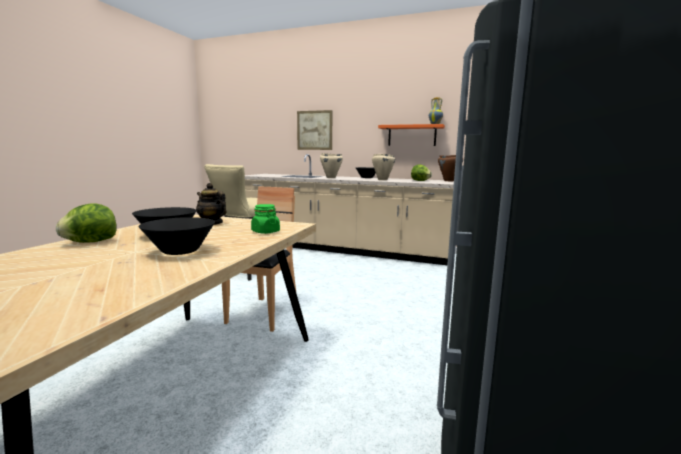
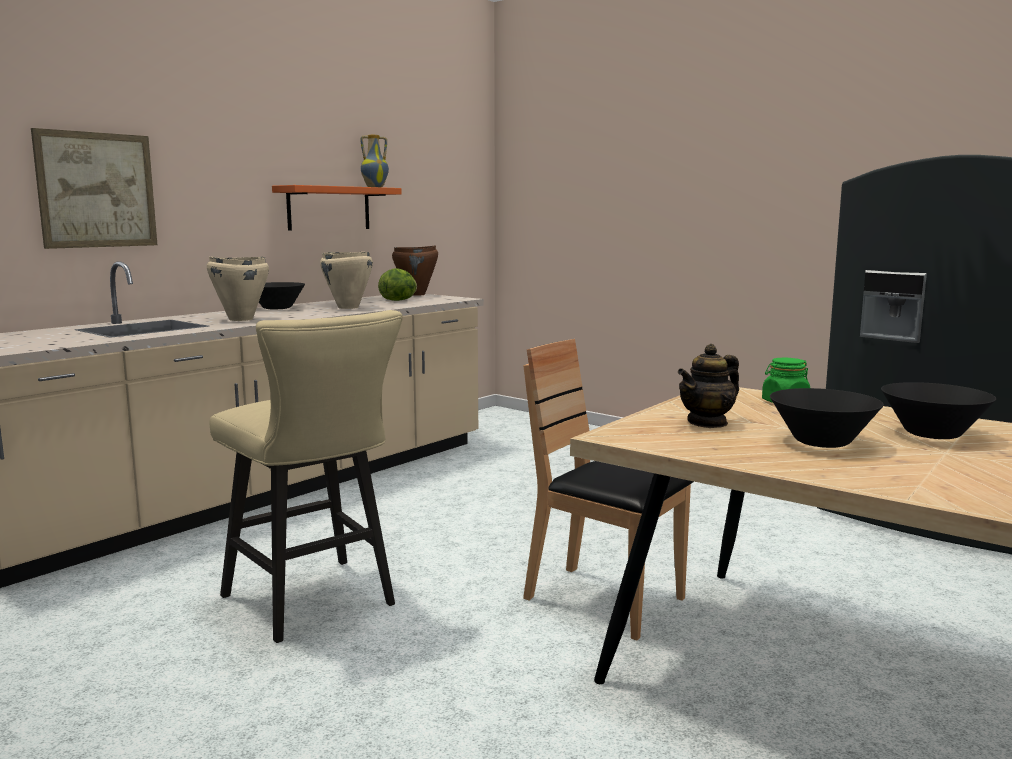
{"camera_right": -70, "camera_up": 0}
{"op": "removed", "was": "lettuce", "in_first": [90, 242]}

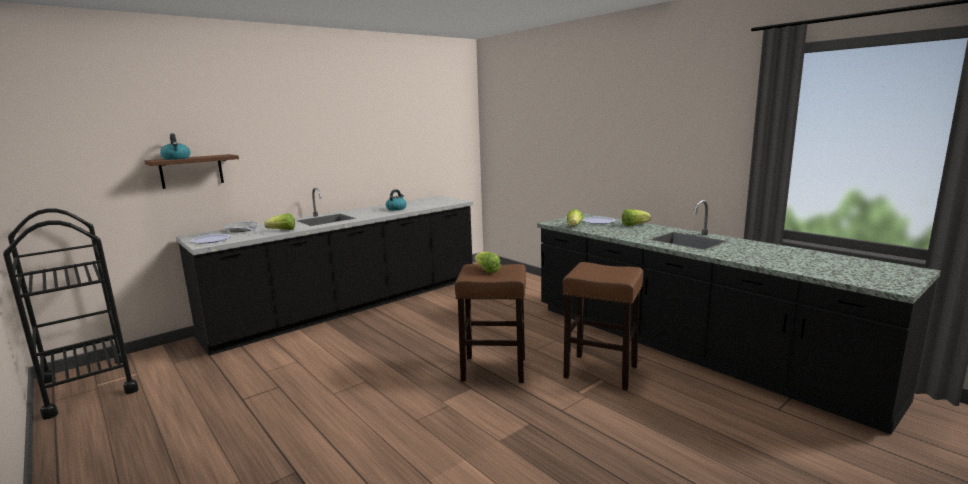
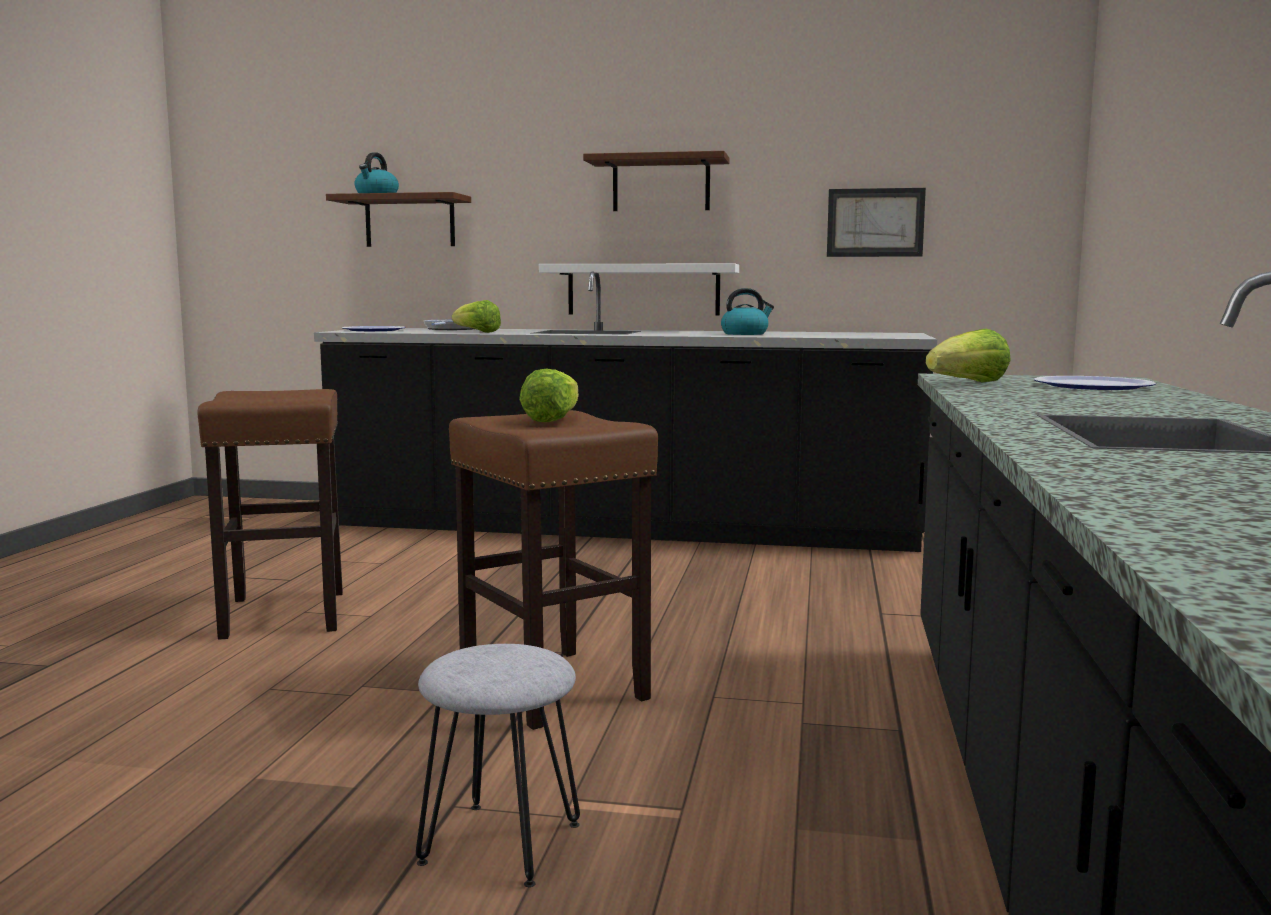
{"camera_right": 50, "camera_up": -5}
{"op": "moved", "was": "stool in brown", "in_first": [601, 372], "in_second": [284, 615]}
{"op": "added", "now": "stool in grey", "in_second": [502, 843]}
{"op": "added", "now": "shelf in white", "in_second": [643, 289]}
{"op": "added", "now": "shelf in brown", "in_second": [661, 184]}
{"op": "added", "now": "picture", "in_second": [875, 222]}
{"op": "removed", "was": "cart in black", "in_first": [89, 386]}
{"op": "removed", "was": "lettuce", "in_first": [634, 225]}

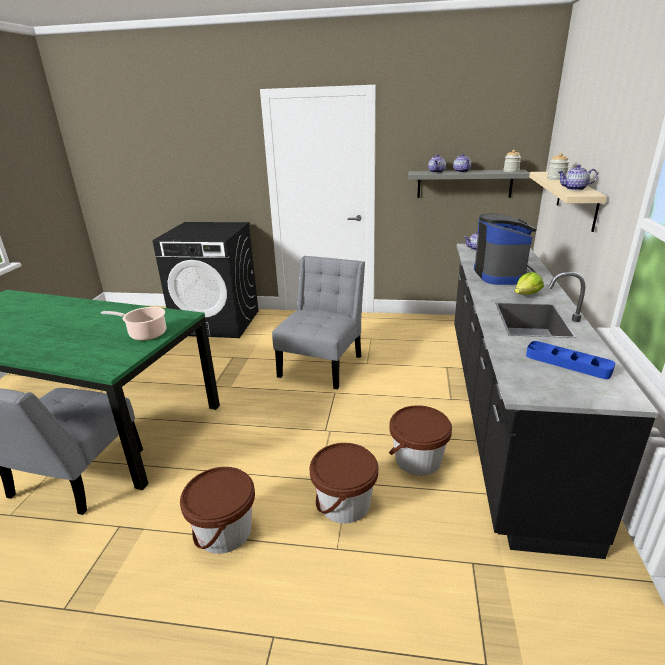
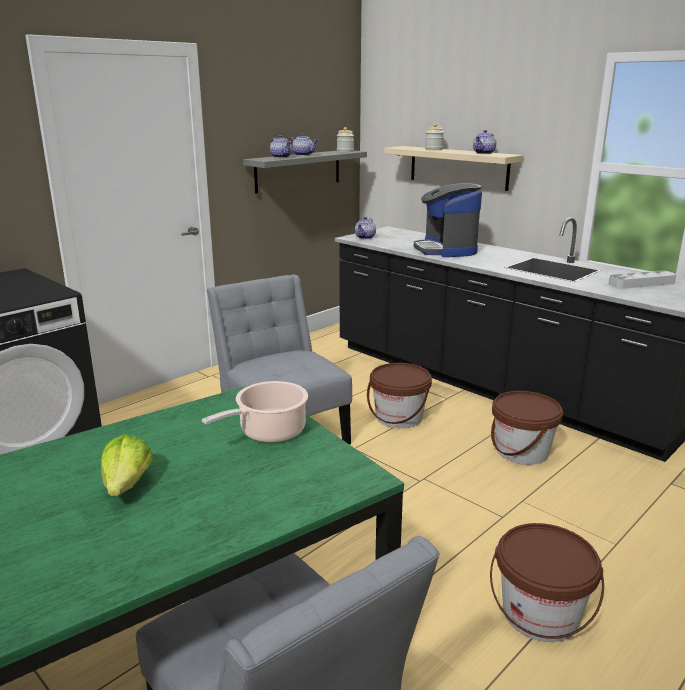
{"camera_right": -55, "camera_up": -5}
{"op": "moved", "was": "lettuce", "in_first": [527, 295], "in_second": [127, 485]}
{"op": "moved", "was": "bucket in brown", "in_first": [344, 503], "in_second": [399, 417]}
{"op": "turned", "was": "coffee machine", "in_first": [502, 275], "in_second": [446, 250], "clockwise": -135}
{"op": "recoloured", "was": "tray in blue", "now": "tray in grey", "in_first": [567, 363], "in_second": [641, 283]}

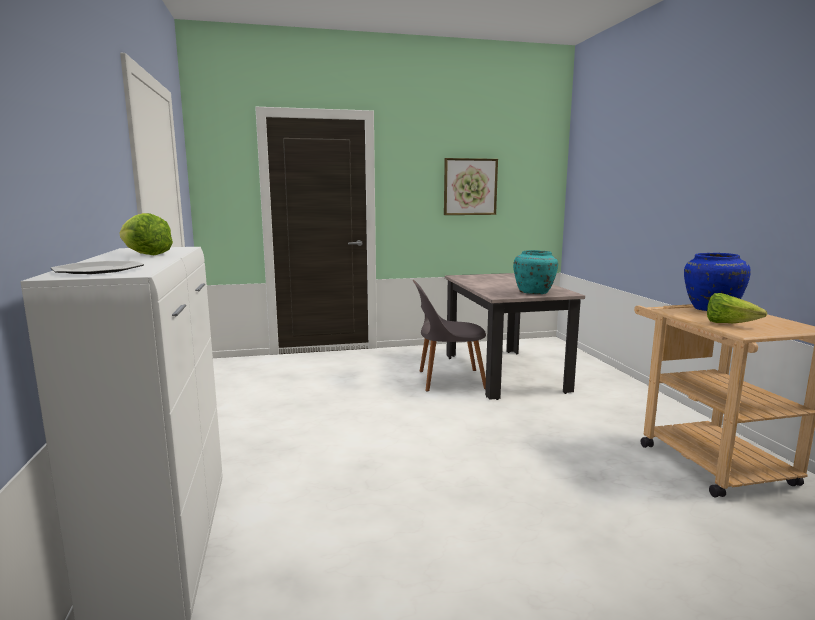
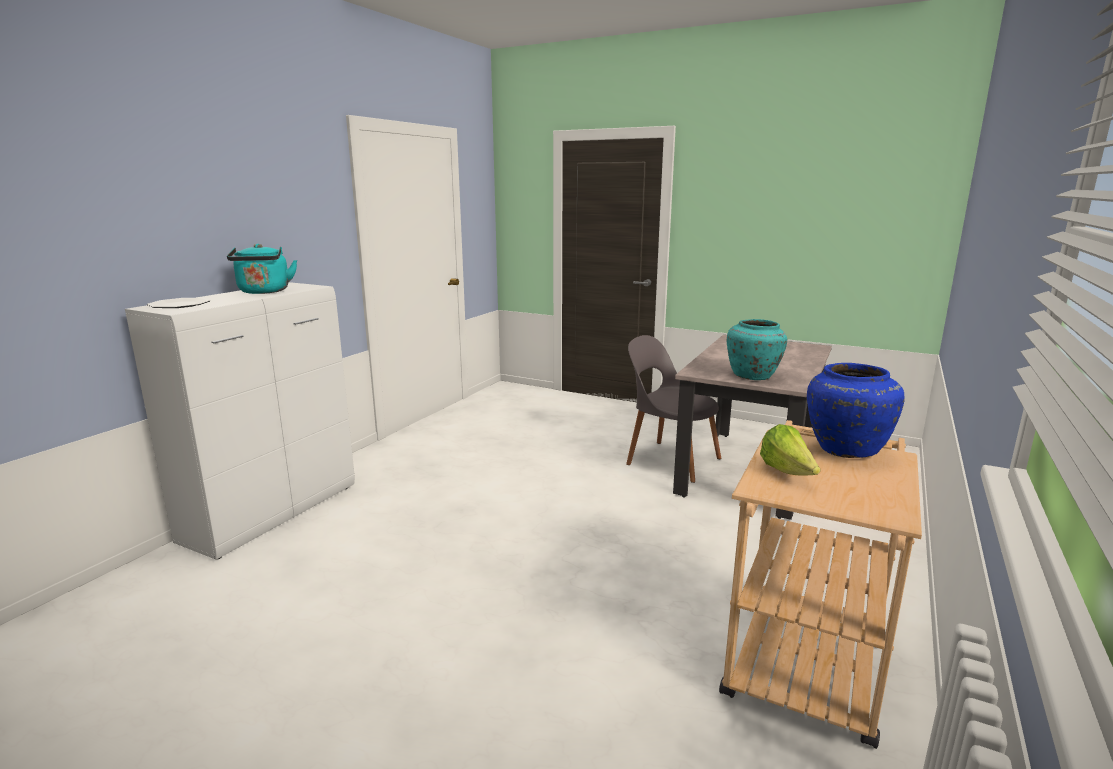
{"camera_right": 40, "camera_up": 5}
{"op": "replaced", "was": "lettuce", "now": "kettle in turquoise", "in_first": [145, 254], "in_second": [264, 292]}
{"op": "removed", "was": "picture", "in_first": [470, 187]}

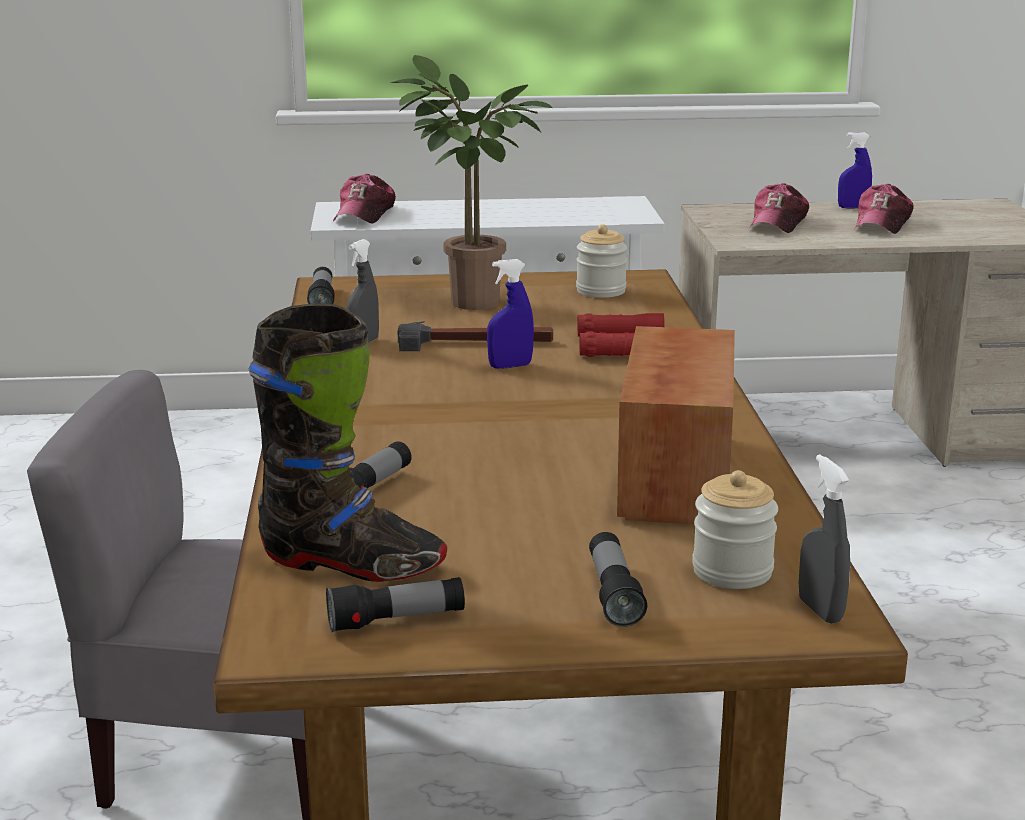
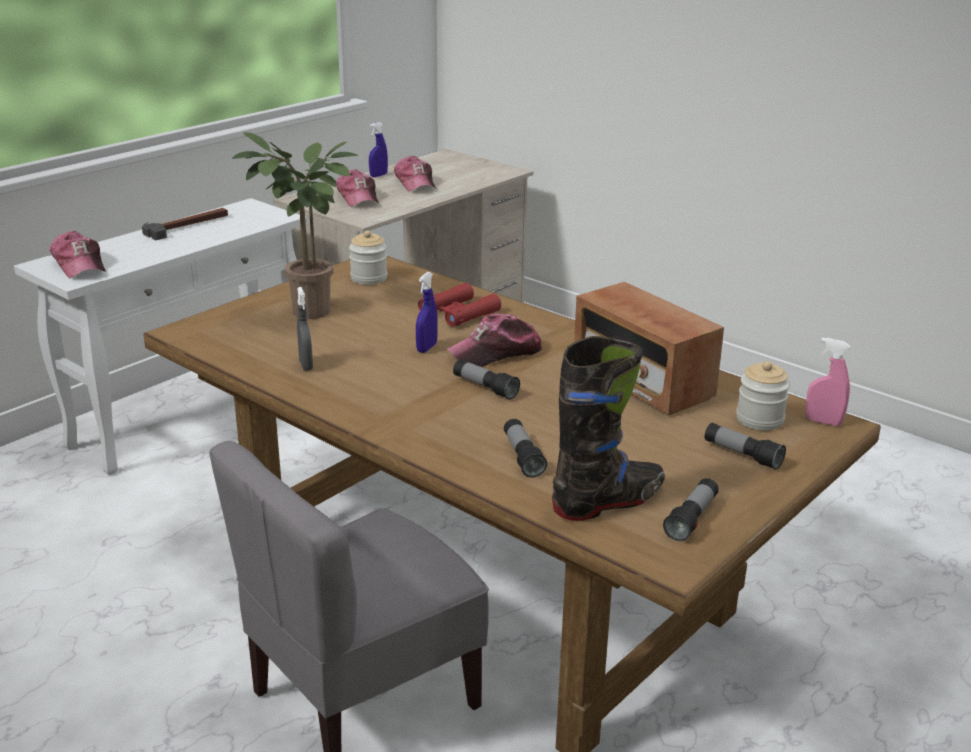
{"camera_right": -45, "camera_up": 5}
{"op": "moved", "was": "hammer", "in_first": [475, 341], "in_second": [186, 225]}
{"op": "added", "now": "cap", "in_second": [496, 353]}
{"op": "moved", "was": "flashlight", "in_first": [322, 299], "in_second": [485, 388]}
{"op": "recoloured", "was": "spray bottle in grey", "now": "spray bottle in pink", "in_first": [820, 610], "in_second": [823, 421]}

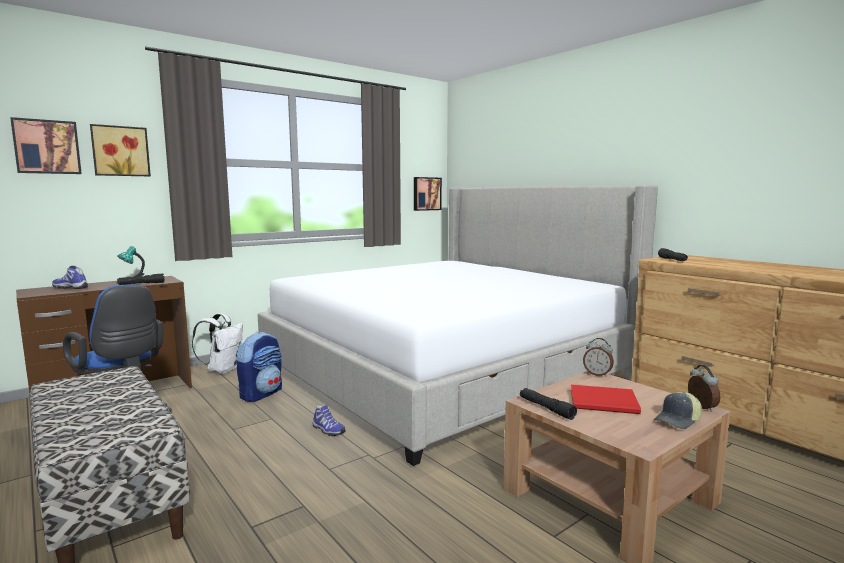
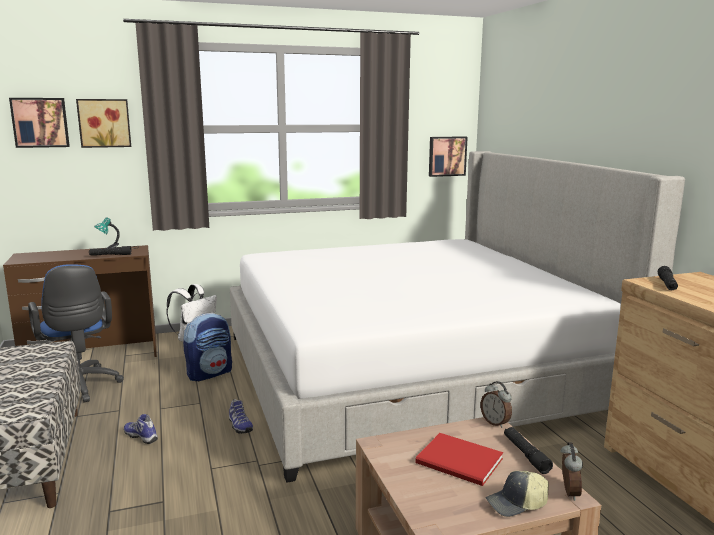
{"camera_right": 20, "camera_up": 5}
{"op": "moved", "was": "shoe", "in_first": [71, 287], "in_second": [142, 436]}
{"op": "moved", "was": "flashlight in black", "in_first": [546, 408], "in_second": [526, 455]}

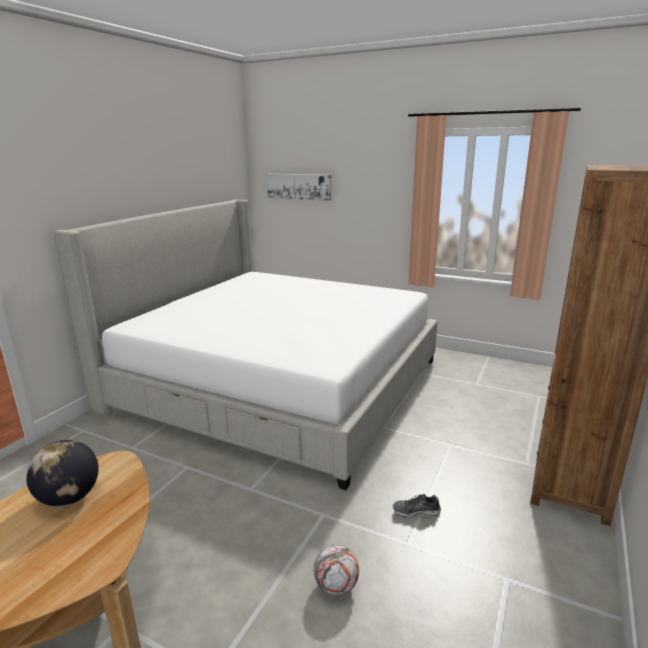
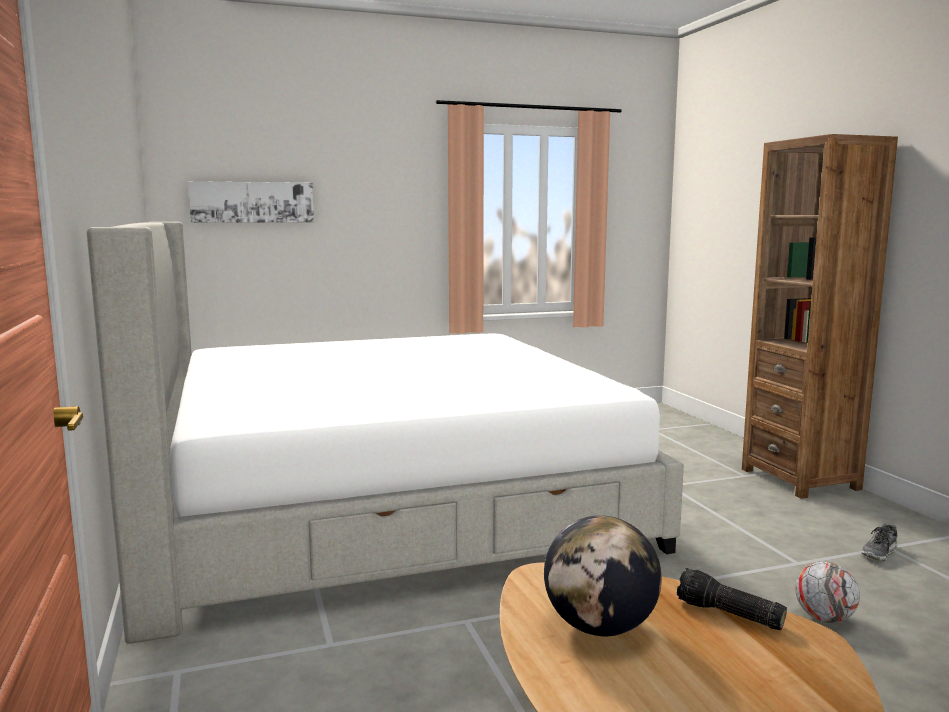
{"camera_right": -45, "camera_up": -10}
{"op": "added", "now": "flashlight", "in_second": [728, 614]}
{"op": "moved", "was": "shoe", "in_first": [416, 512], "in_second": [879, 553]}

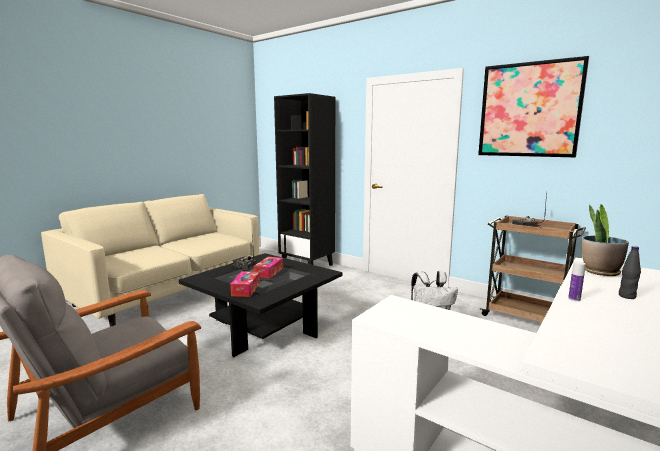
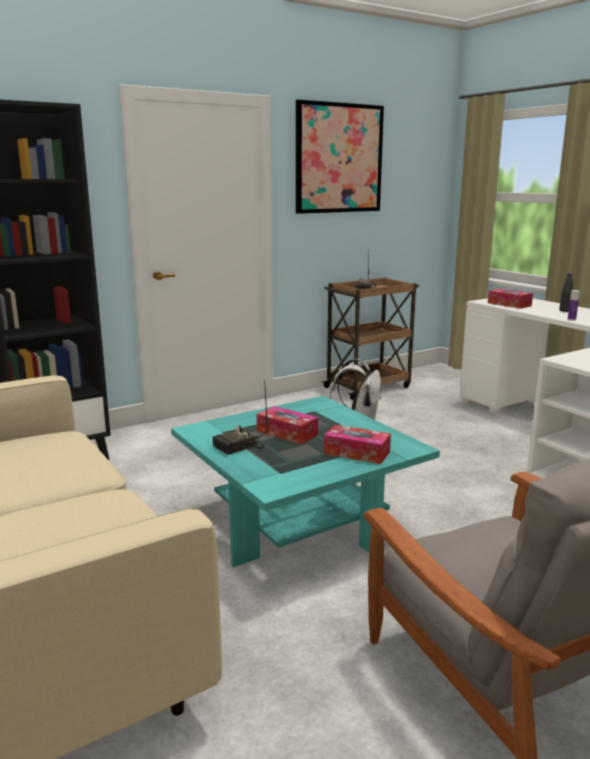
{"camera_right": -70, "camera_up": 5}
{"op": "recoloured", "was": "coffee table in black", "now": "coffee table in turquoise", "in_first": [264, 328], "in_second": [299, 524]}
{"op": "replaced", "was": "potted plant", "now": "tissue box", "in_first": [600, 272], "in_second": [509, 304]}

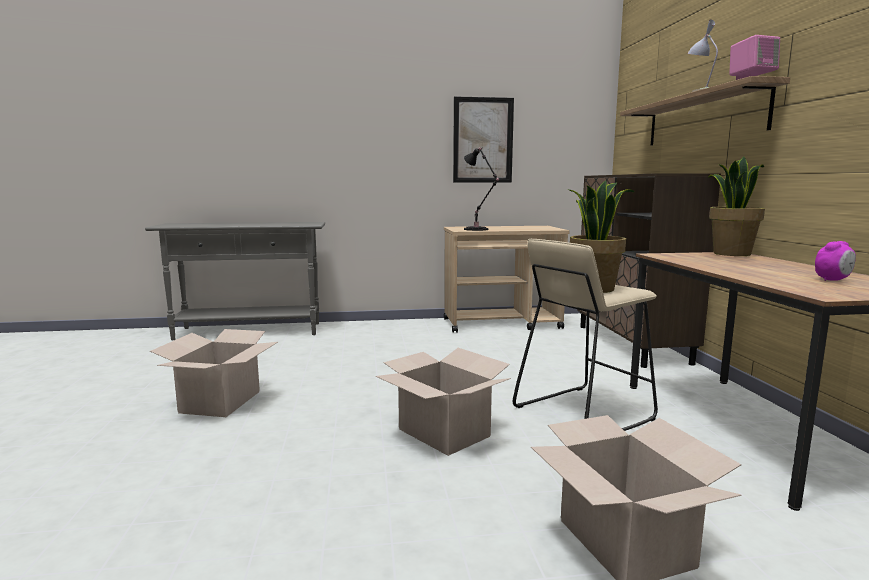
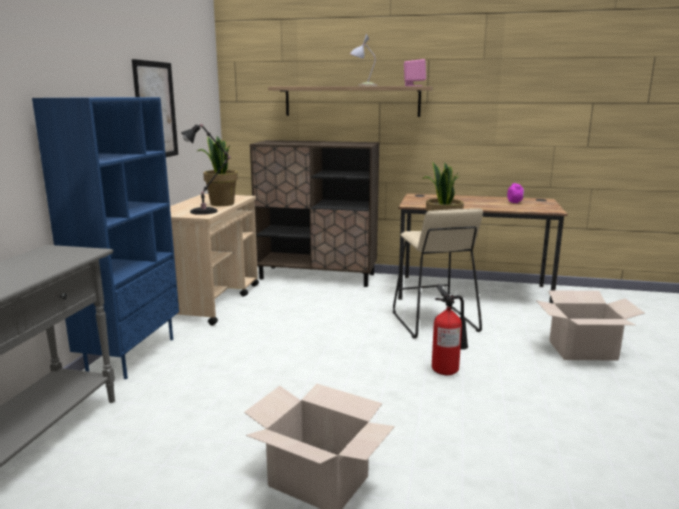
{"camera_right": -70, "camera_up": 5}
{"op": "added", "now": "bookcase in blue", "in_second": [131, 355]}
{"op": "moved", "was": "potted plant", "in_first": [731, 254], "in_second": [221, 204]}
{"op": "replaced", "was": "cardboard box", "now": "fire extinguisher", "in_first": [444, 432], "in_second": [447, 370]}

